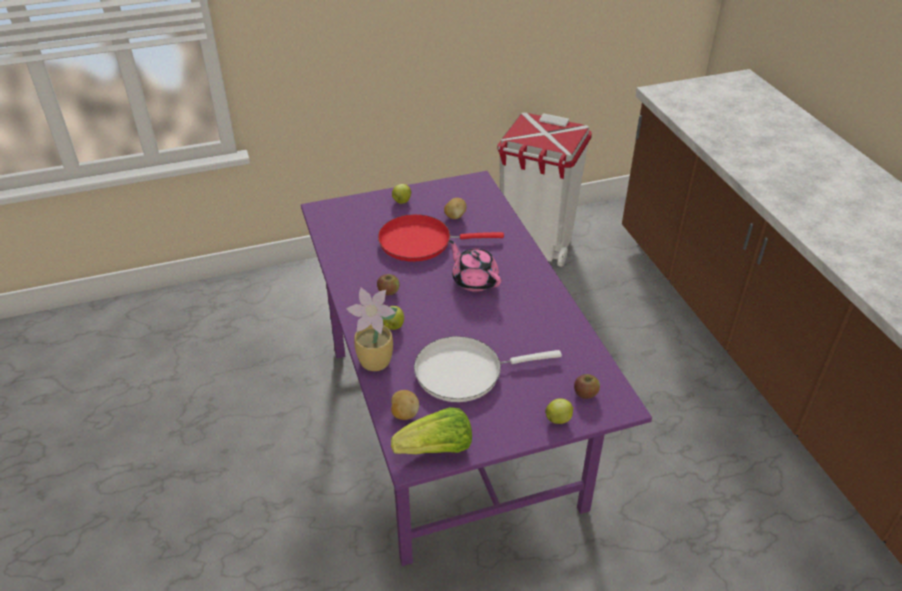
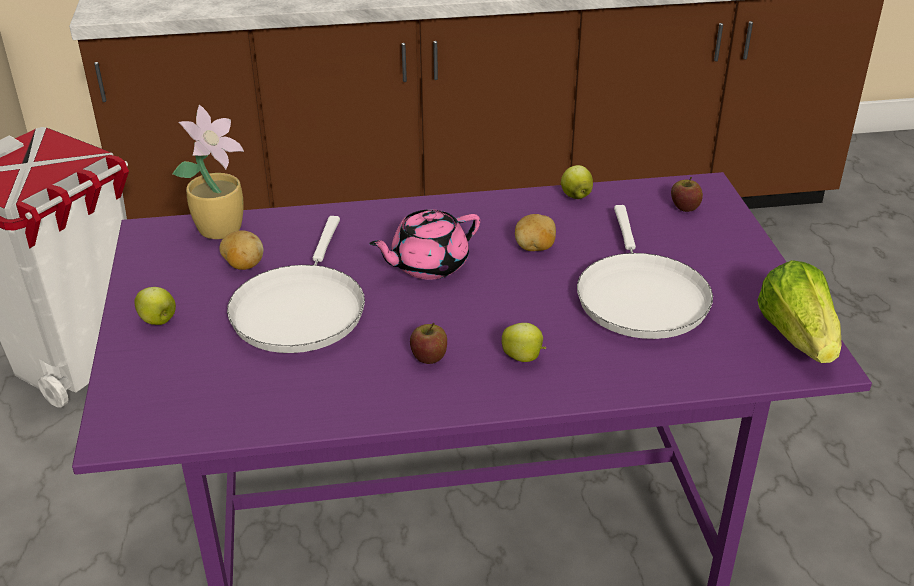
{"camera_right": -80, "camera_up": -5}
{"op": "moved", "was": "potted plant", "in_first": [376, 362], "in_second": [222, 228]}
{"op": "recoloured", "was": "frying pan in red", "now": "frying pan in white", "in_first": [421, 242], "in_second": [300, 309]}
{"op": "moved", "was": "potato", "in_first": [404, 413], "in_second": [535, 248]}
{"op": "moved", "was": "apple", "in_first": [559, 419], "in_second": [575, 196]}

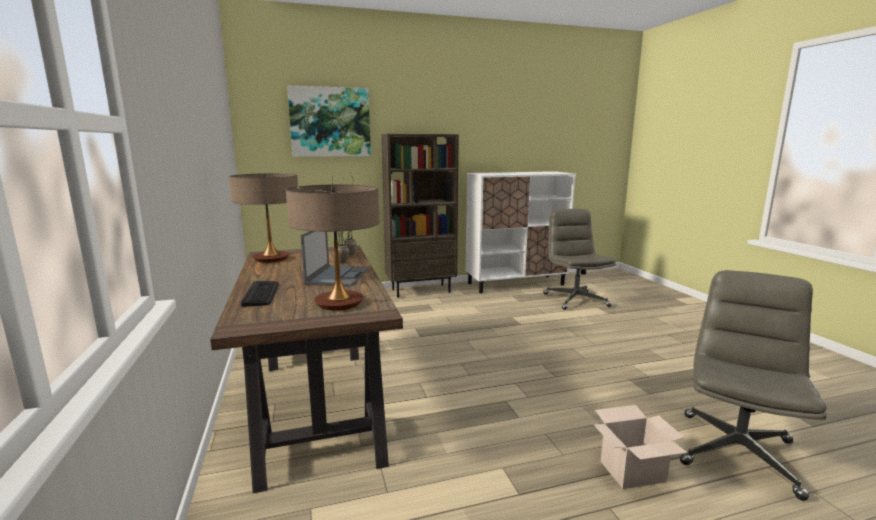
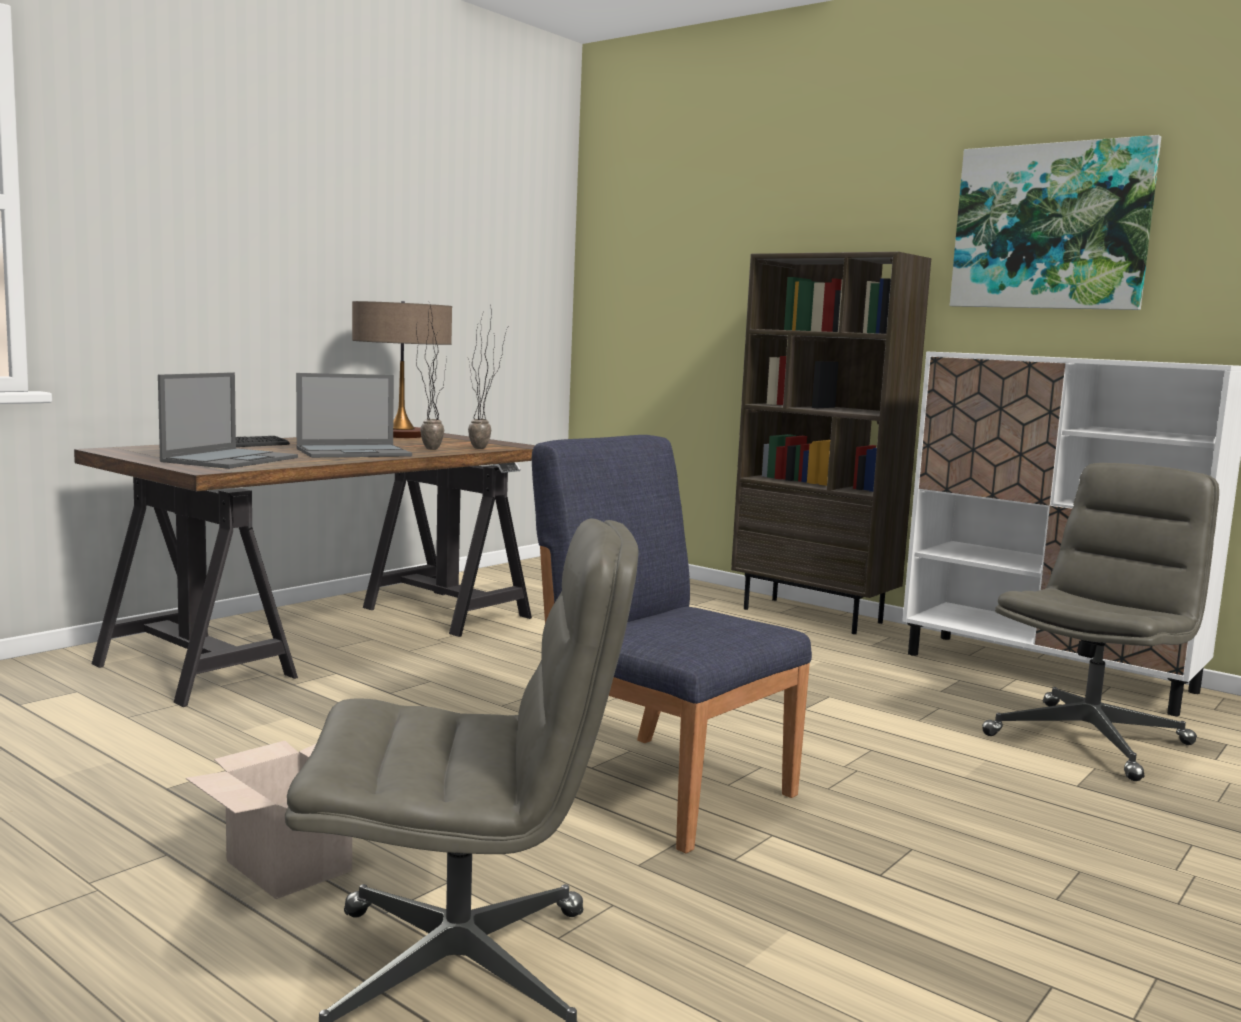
{"camera_right": 55, "camera_up": -5}
{"op": "replaced", "was": "table lamp", "now": "laptop", "in_first": [339, 303], "in_second": [231, 459]}
{"op": "added", "now": "chair in blue", "in_second": [660, 787]}
{"op": "moved", "was": "picture", "in_first": [330, 122], "in_second": [1050, 227]}

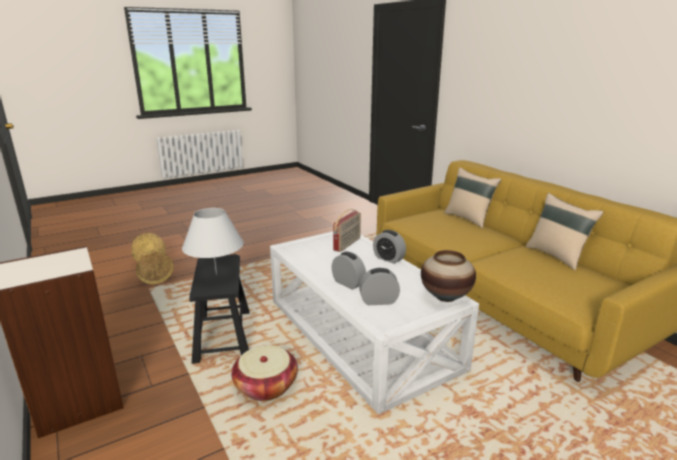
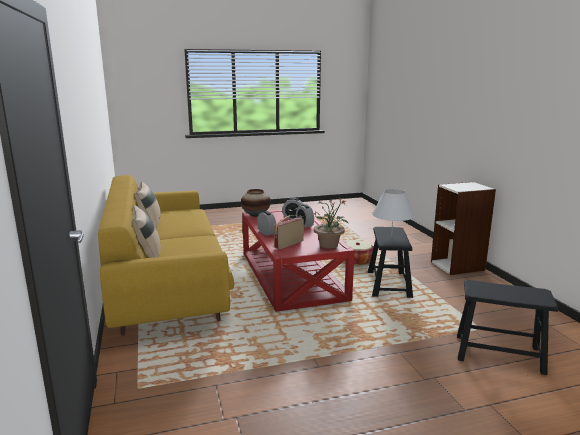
{"camera_right": -165, "camera_up": -5}
{"op": "recoloured", "was": "coffee table in white", "now": "coffee table in red", "in_first": [361, 332], "in_second": [290, 275]}
{"op": "added", "now": "potted plant", "in_second": [329, 245]}
{"op": "replaced", "was": "basket", "now": "stool in black", "in_first": [153, 270], "in_second": [499, 353]}

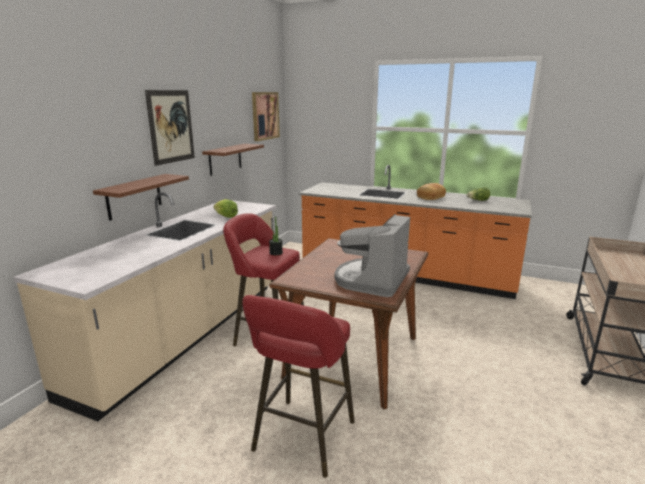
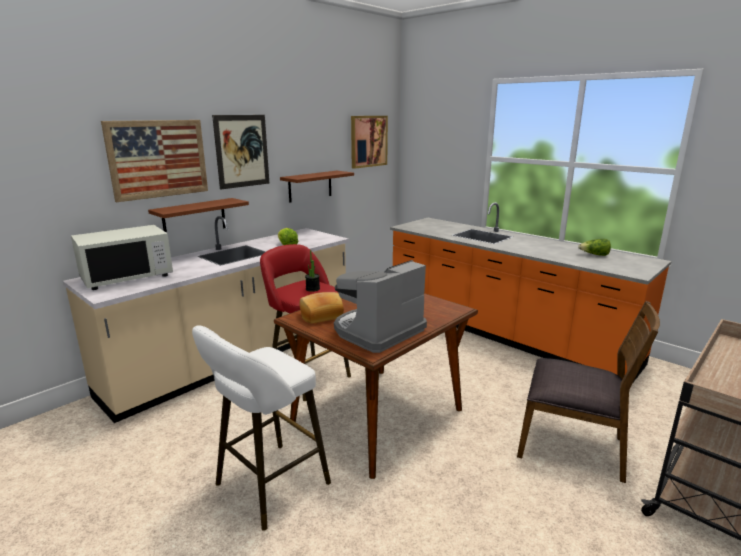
{"camera_right": 20, "camera_up": 0}
{"op": "added", "now": "microwave in white", "in_second": [127, 277]}
{"op": "added", "now": "picture", "in_second": [158, 159]}
{"op": "recoloured", "was": "stool in red", "now": "stool in white", "in_first": [302, 440], "in_second": [267, 487]}
{"op": "moved", "was": "bread", "in_first": [430, 197], "in_second": [321, 315]}
{"op": "added", "now": "chair in brown", "in_second": [572, 446]}

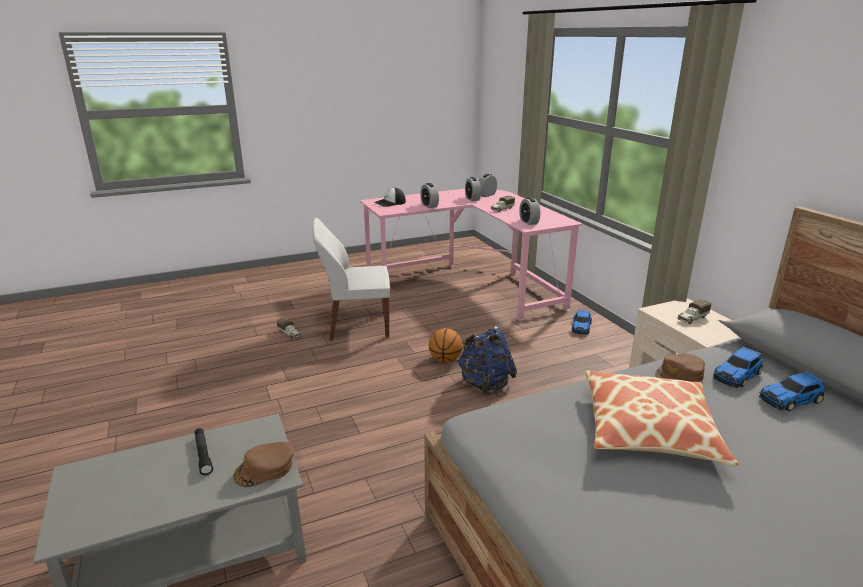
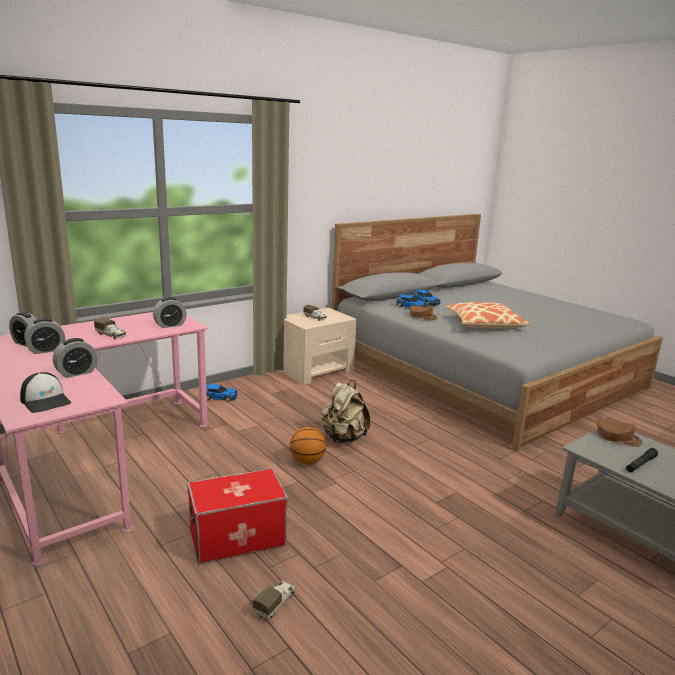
{"camera_right": -105, "camera_up": -5}
{"op": "replaced", "was": "chair in white", "now": "storage box", "in_first": [356, 326], "in_second": [237, 538]}
{"op": "recoloured", "was": "backpack in blue", "now": "backpack in beige", "in_first": [485, 384], "in_second": [343, 438]}

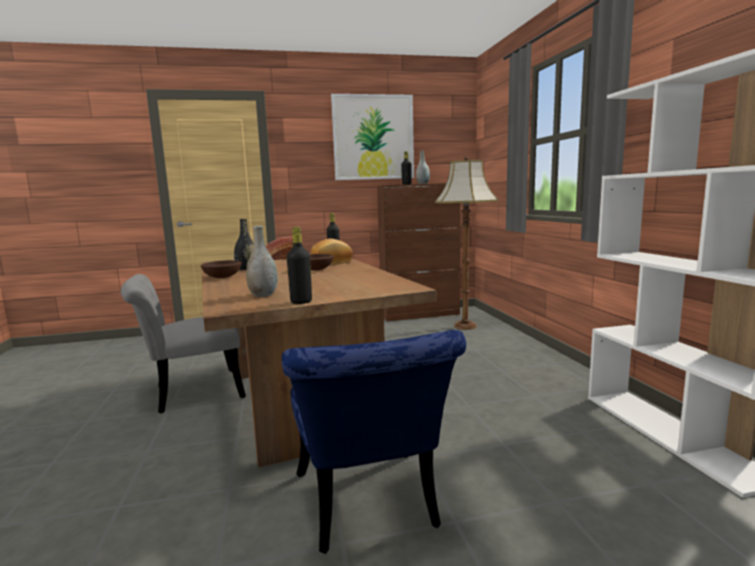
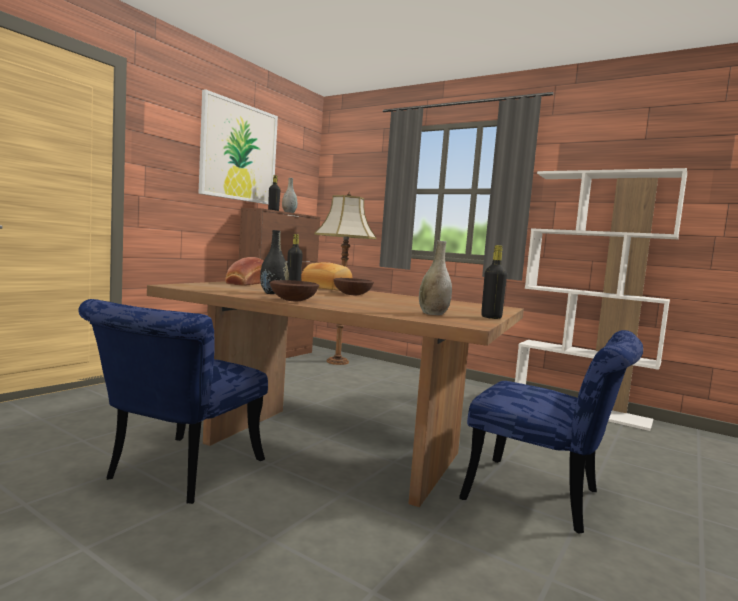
{"camera_right": -45, "camera_up": -5}
{"op": "recoloured", "was": "chair in grey", "now": "chair in blue", "in_first": [190, 392], "in_second": [176, 473]}

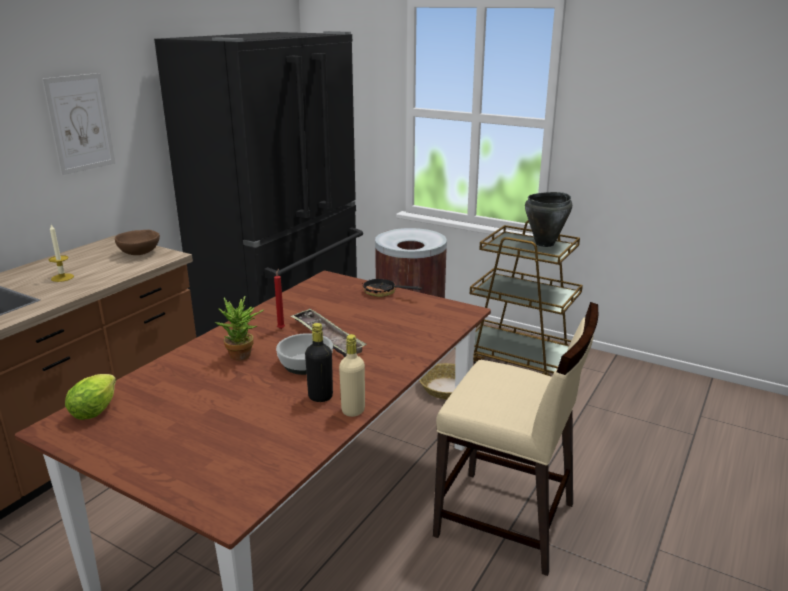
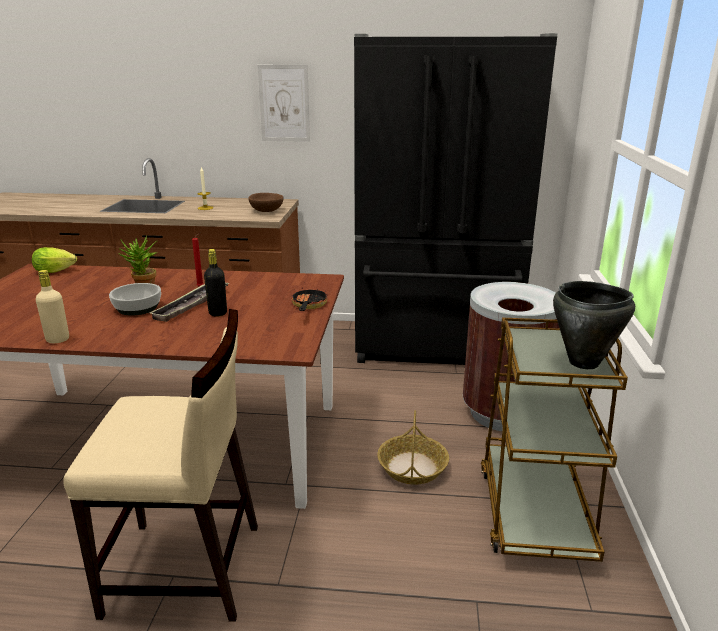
{"camera_right": 65, "camera_up": 0}
{"op": "turned", "was": "chair in beige", "in_first": [506, 521], "in_second": [185, 570], "clockwise": -90}
{"op": "moved", "was": "bottle in black", "in_first": [320, 397], "in_second": [218, 313]}

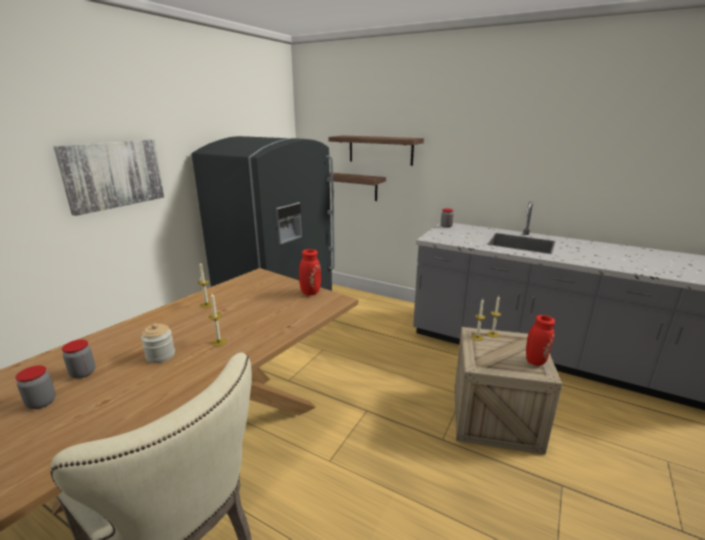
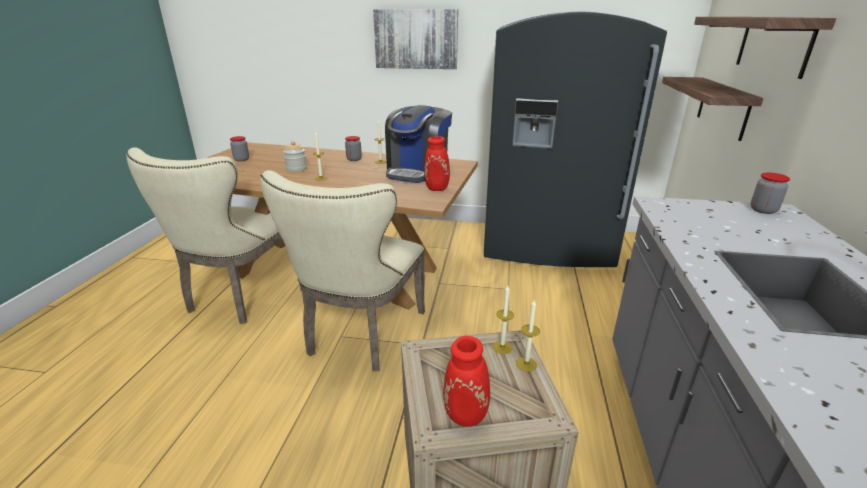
{"camera_right": 70, "camera_up": 5}
{"op": "added", "now": "chair in beige", "in_second": [361, 336]}
{"op": "moved", "was": "jar", "in_first": [83, 373], "in_second": [354, 159]}
{"op": "added", "now": "coffee machine", "in_second": [418, 172]}

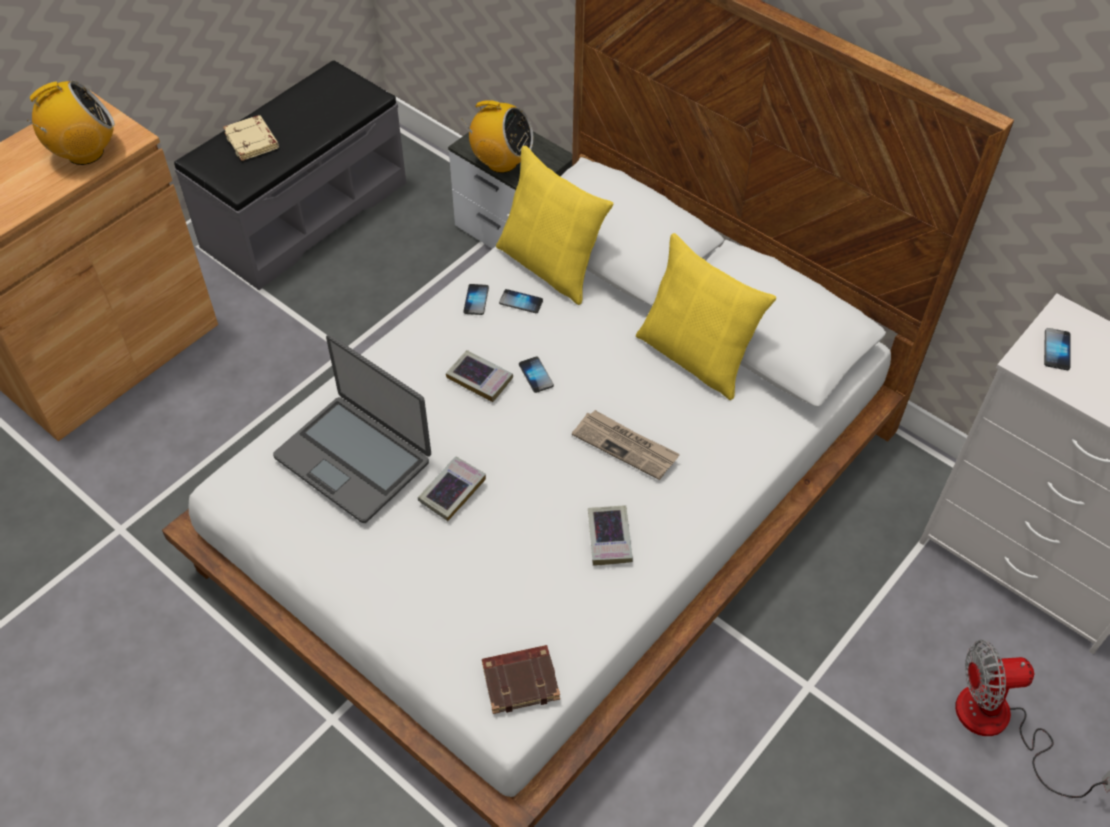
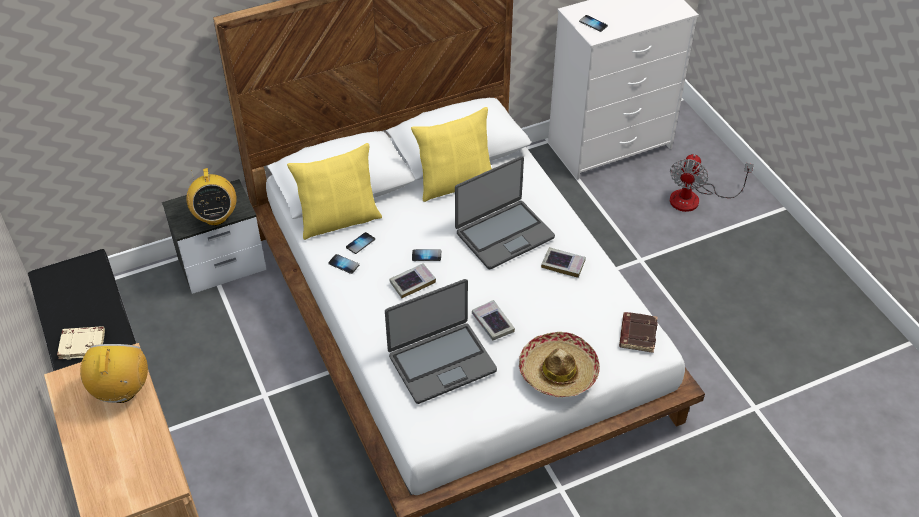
{"camera_right": -65, "camera_up": -5}
{"op": "turned", "was": "radio", "in_first": [501, 162], "in_second": [215, 217], "clockwise": 120}
{"op": "replaced", "was": "newspaper", "now": "laptop", "in_first": [626, 446], "in_second": [504, 234]}
{"op": "added", "now": "hat", "in_second": [558, 372]}

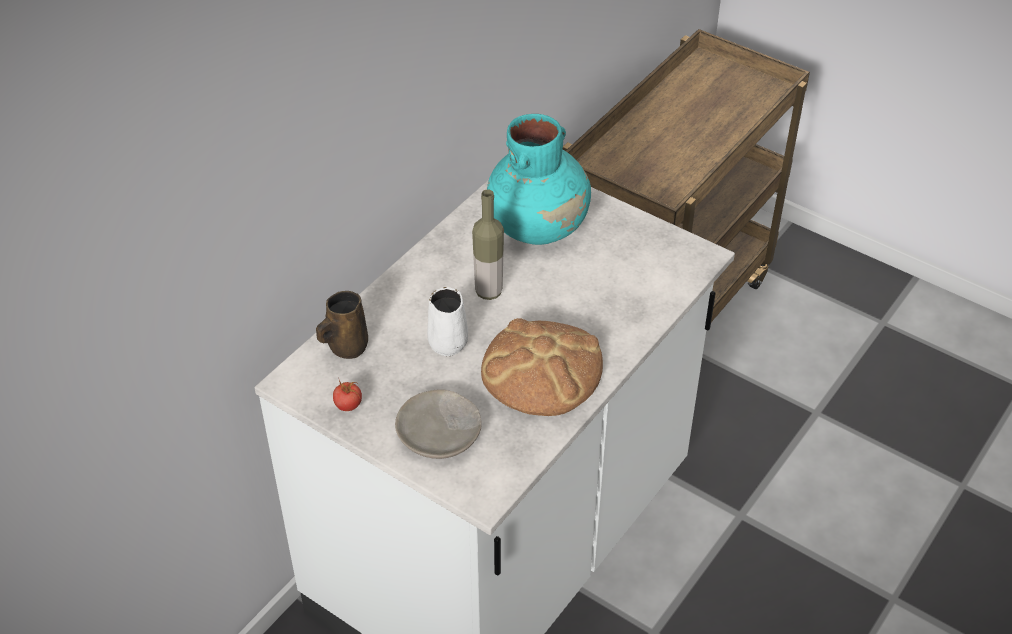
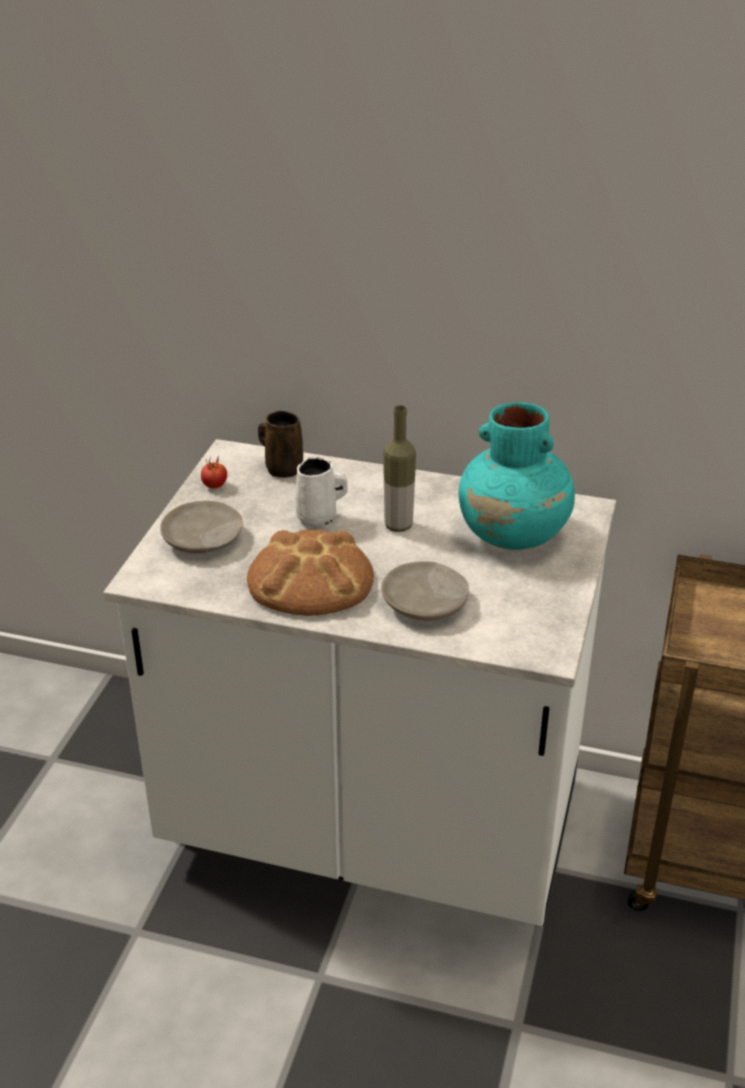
{"camera_right": 70, "camera_up": -10}
{"op": "added", "now": "plate in beige", "in_second": [425, 603]}

